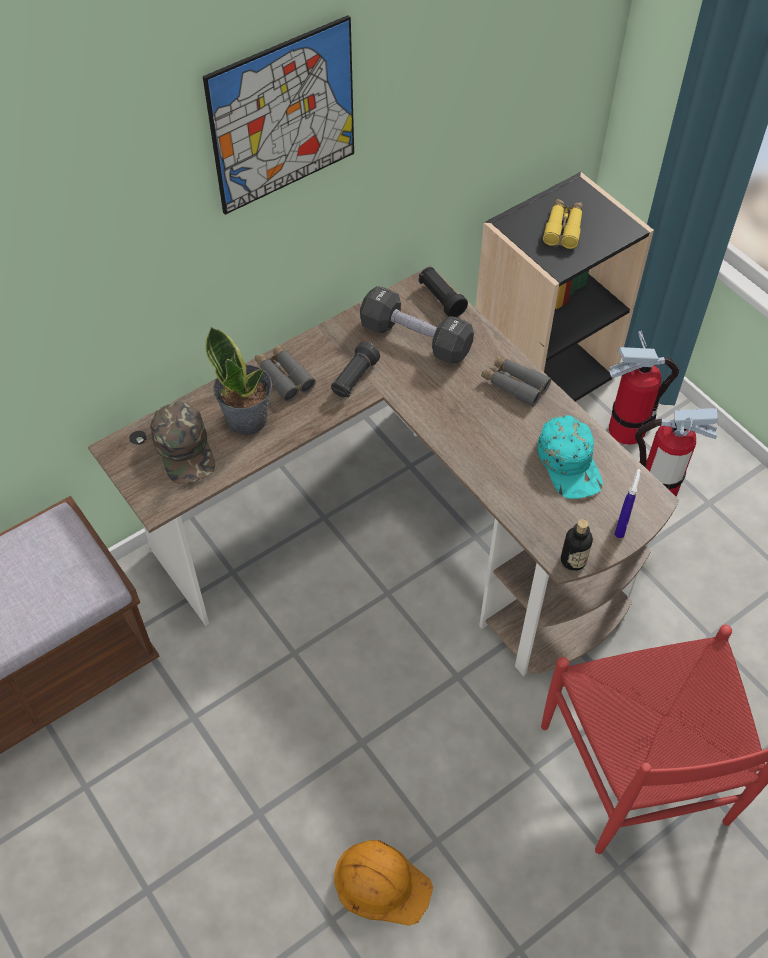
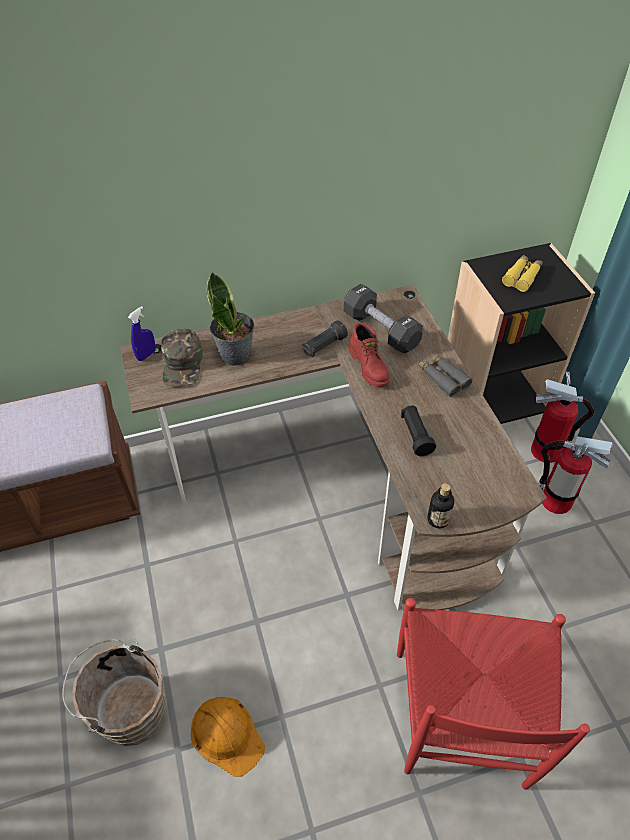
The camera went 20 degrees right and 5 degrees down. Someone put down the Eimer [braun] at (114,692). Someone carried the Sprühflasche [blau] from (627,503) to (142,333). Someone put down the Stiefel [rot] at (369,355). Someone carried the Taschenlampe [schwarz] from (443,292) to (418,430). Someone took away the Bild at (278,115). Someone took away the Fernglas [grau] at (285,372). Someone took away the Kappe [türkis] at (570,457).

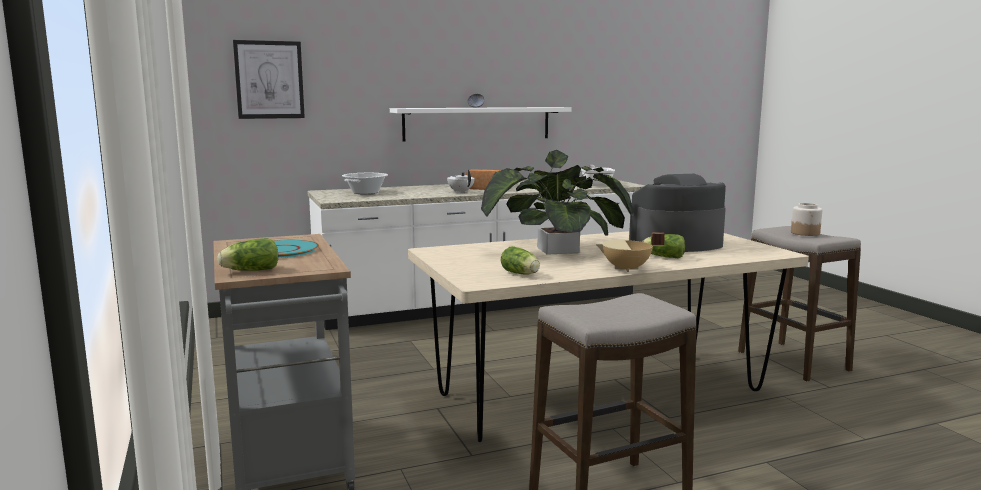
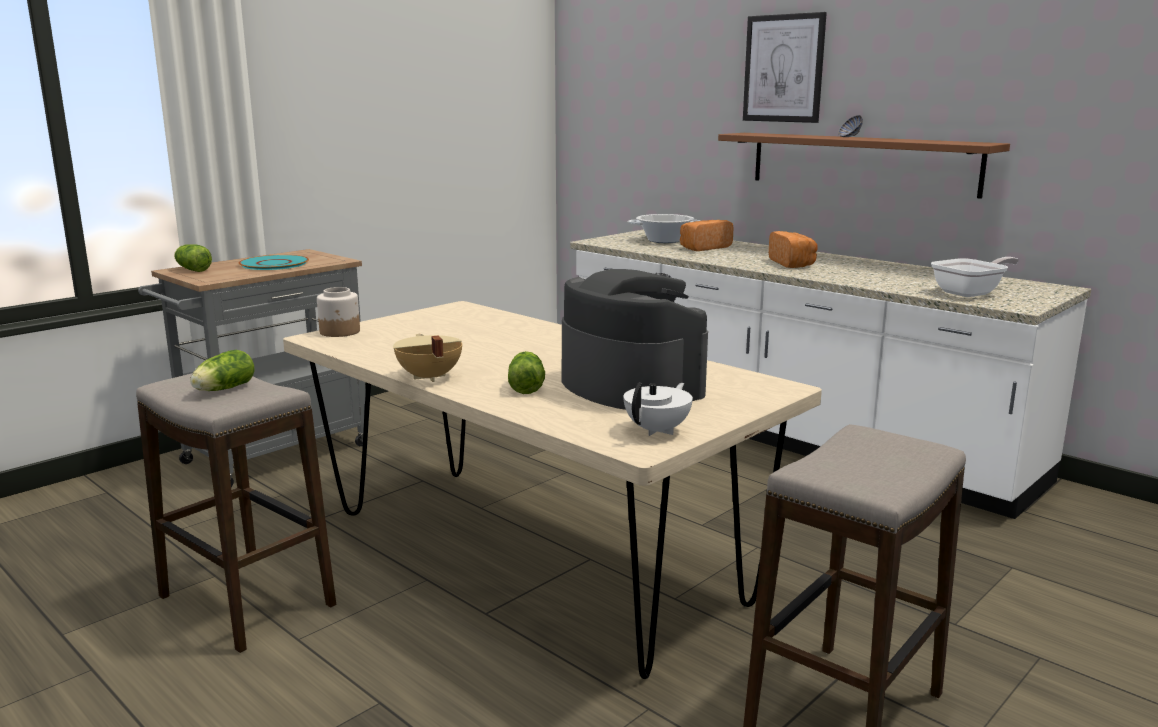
The camera went 65 degrees right and 5 degrees up. Someone carried the Salatkopf from (520,260) to (222,370). Someone carried the Vorratsglas from (806,219) to (338,312). Someone carried the Teekanne [weiß] from (461,181) to (658,409). Someone put down the Brot at (706,235). Someone repainted the Wandregal [weiß] at (481,124), which became the Wandregal [braun] at (864,166). Someone carried the Bild from (269,79) to (785,67). Someone took away the Topfpflanze at (557,202).

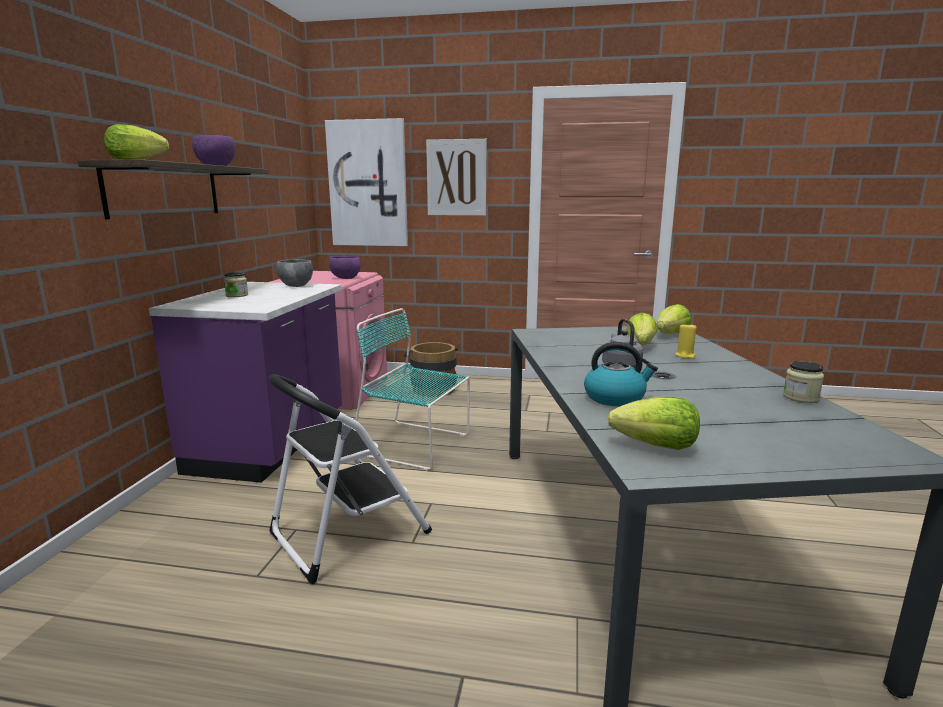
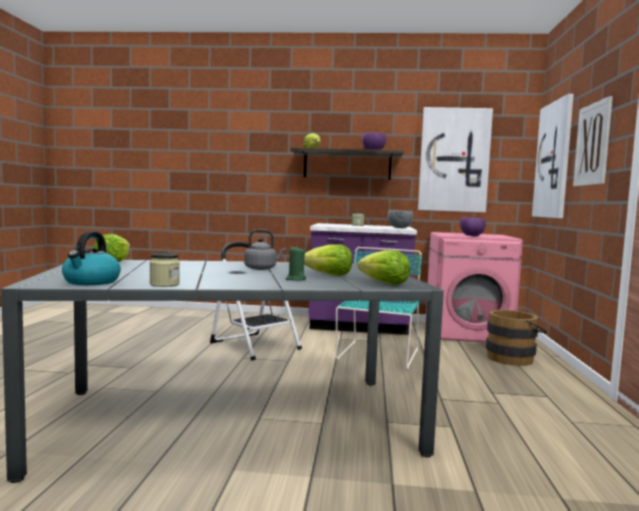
The camera went 85 degrees right and 10 degrees down. Someone carried the Wasserkessel from (621,374) to (91,258). Someone repainted the Kerze [gelb] at (685,341), which became the Kerze [grün] at (296,263). Someone put up the Bild at (455,159).

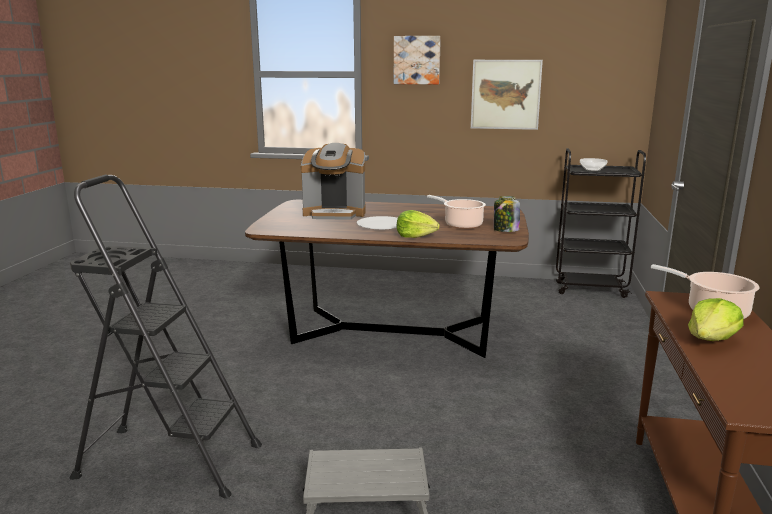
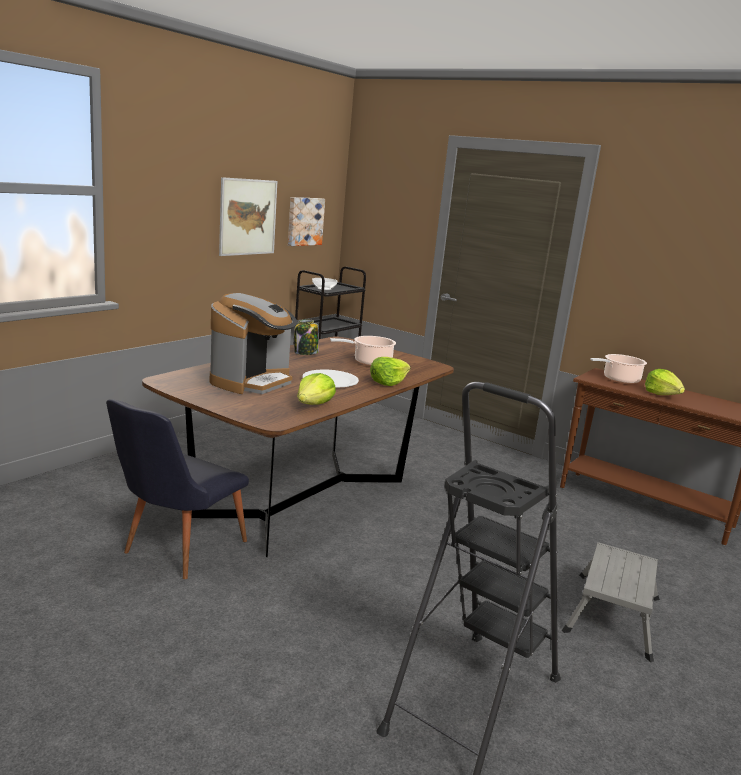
The camera went 65 degrees left and 0 degrees up. Someone put down the Stuhl [schwarz] at (177,489). Someone carried the Bild from (417,60) to (306,221). Someone carried the Vorratsglas from (507,214) to (306,337). Someone put down the Salatkopf at (316,389).

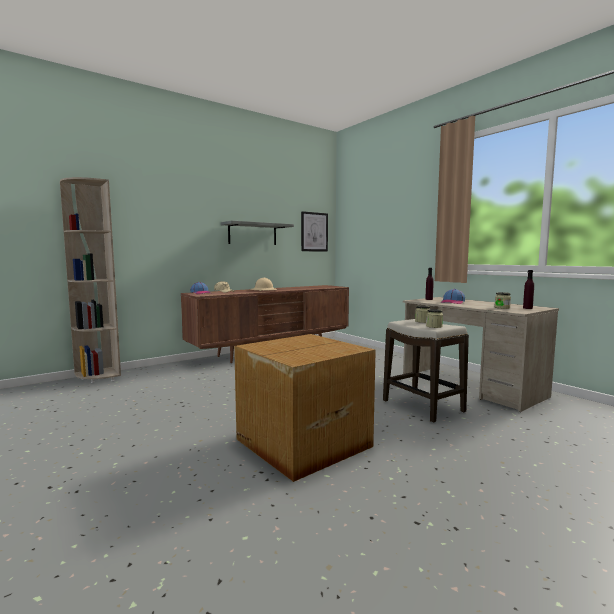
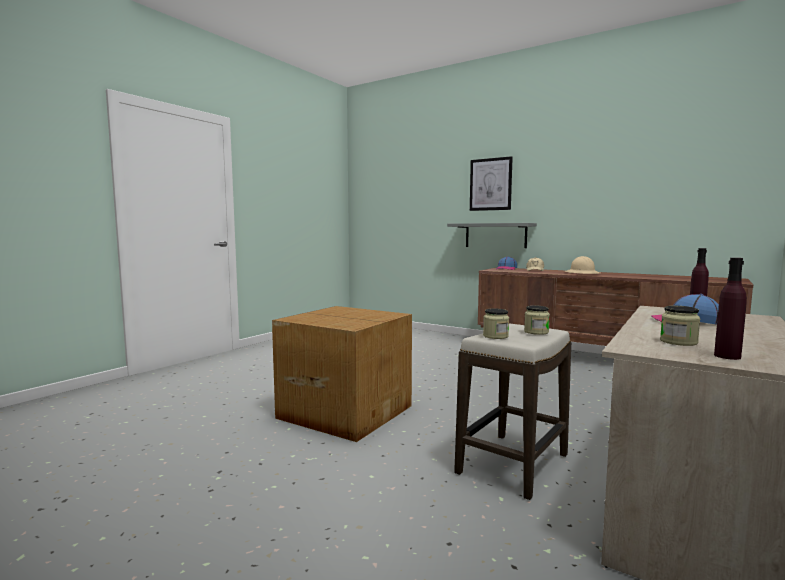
The camera went 70 degrees right and 0 degrees up. Someone carried the Wandregal [grau] from (257,233) to (492,235). Someone carried the Bild from (314,231) to (491,183). Someone took away the Bücherregal [beige] at (90,280).

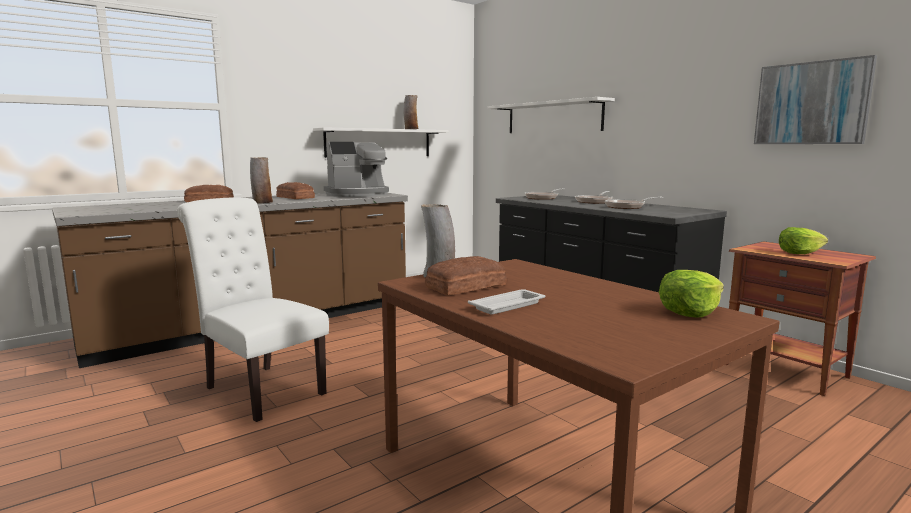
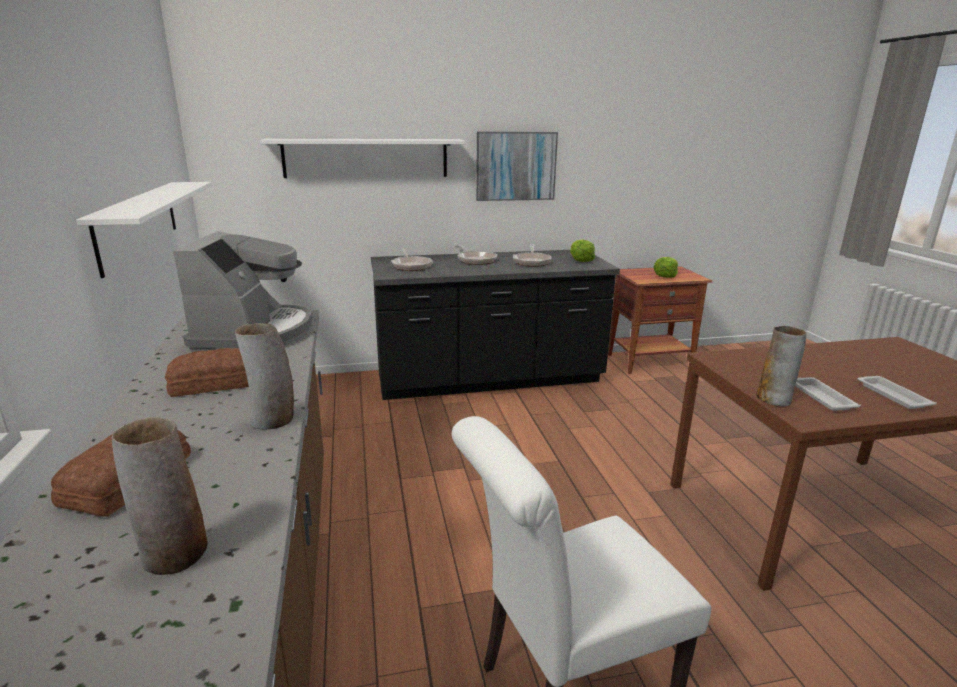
The camera went 65 degrees left and 10 degrees up. Someone carried the Vase from (411,112) to (160,496). Someone carried the Bild from (815,99) to (517,166). Someone carried the Salatkopf from (691,294) to (582,251). Someone swapped the Brot at (466,275) for the Tablett [weiß] at (828,394).

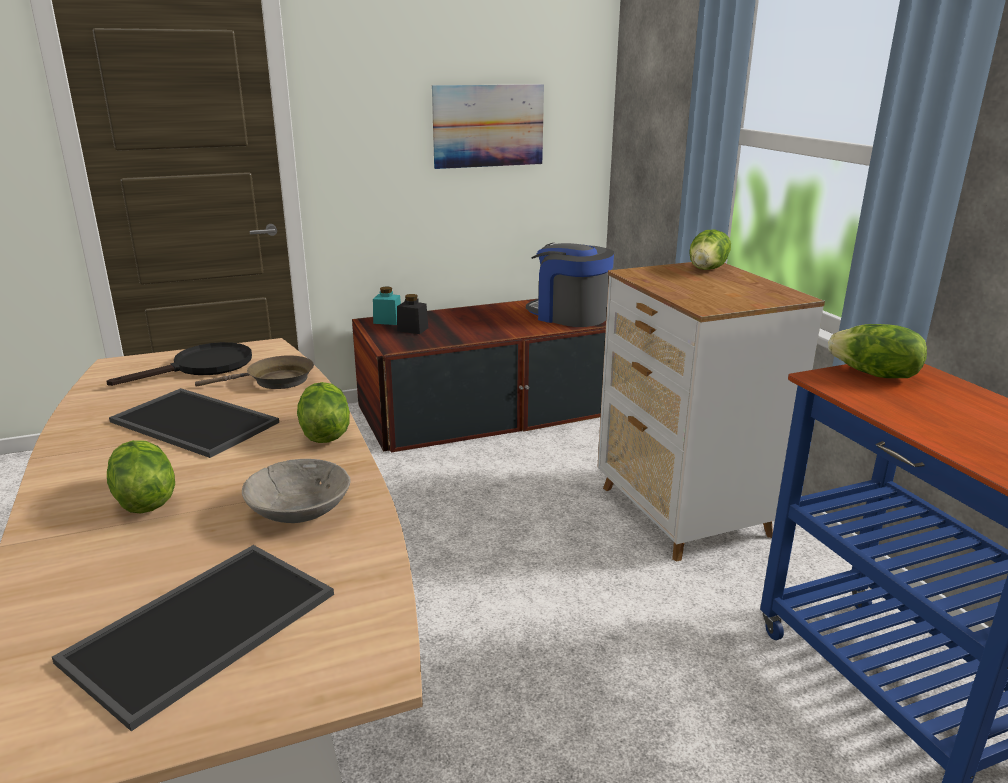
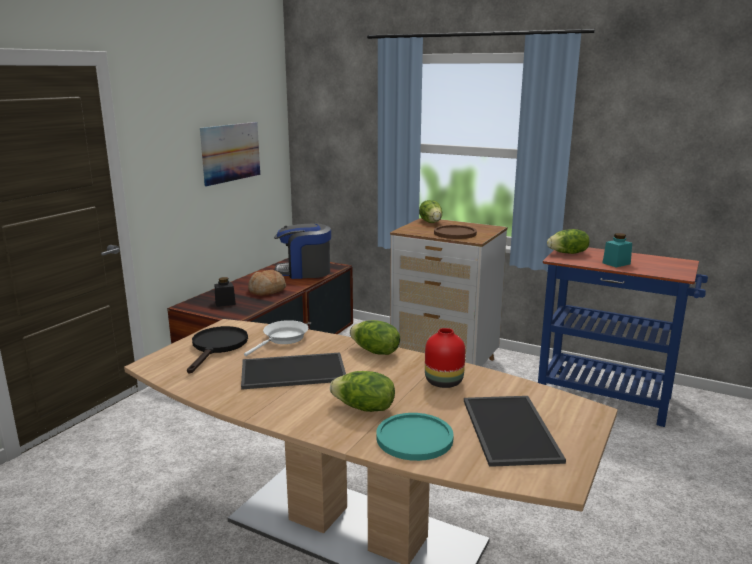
The camera went 40 degrees left and 5 degrees down. Someone repainted the Pfanne [braun] at (254,372), which became the Pfanne [weiß] at (276,338). Someone put down the Brot at (267,283). Someone put down the Teller [türkis] at (415,437). Someone swapped the Schüssel [grau] at (296,491) for the Vase [rot] at (445,358). Someone put down the Teller [braun] at (455,232). Someone carried the Vorratsglas [türkis] from (387,305) to (617,250).

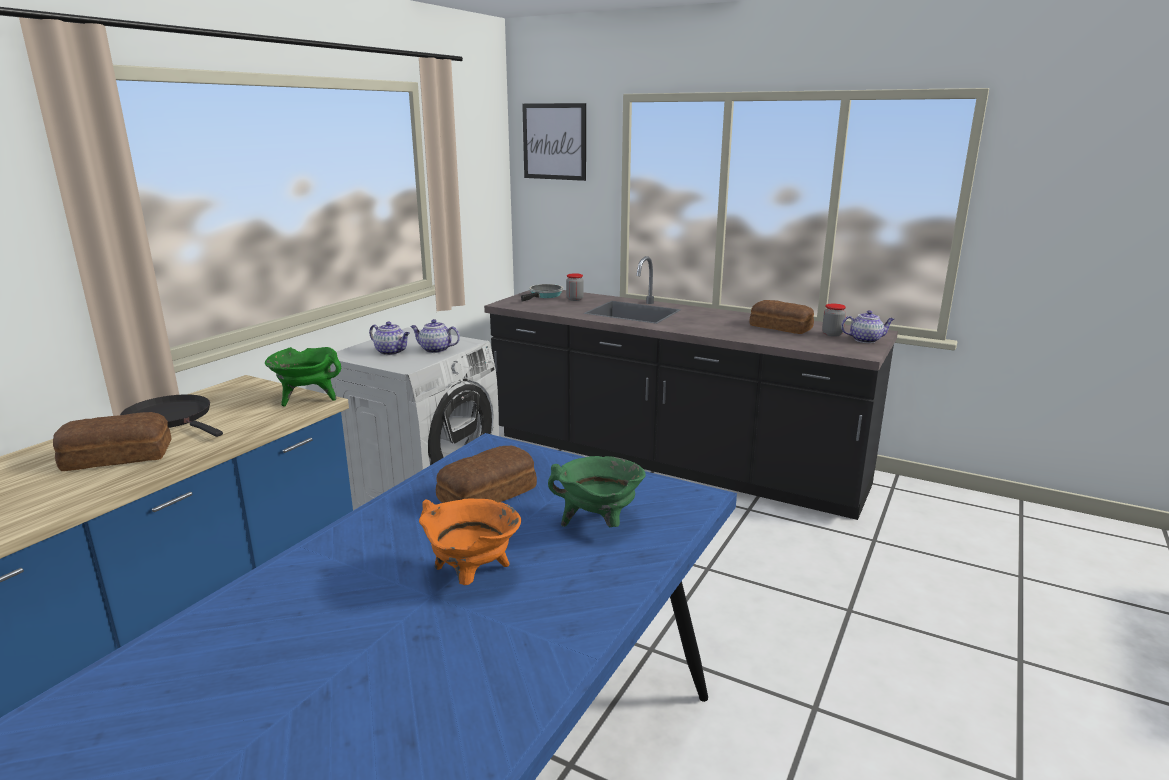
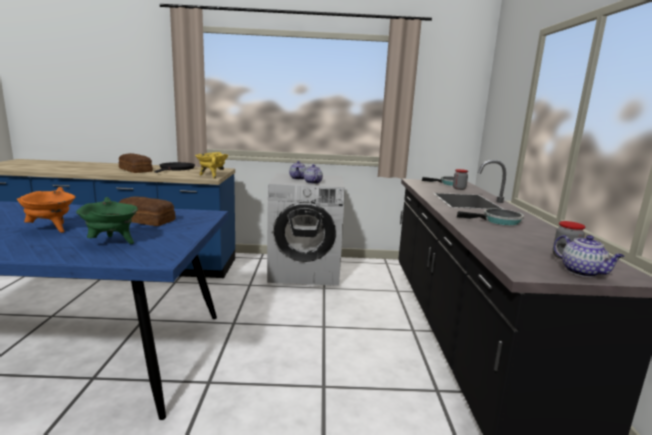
The camera went 60 degrees right and 5 degrees down. Someone repainted the Kochtopf [grün] at (303,377), which became the Kochtopf [gelb] at (212,165). Someone put down the Pfanne at (490,217). Someone took away the Bild at (554,142). Someone took away the Brot at (781,317).

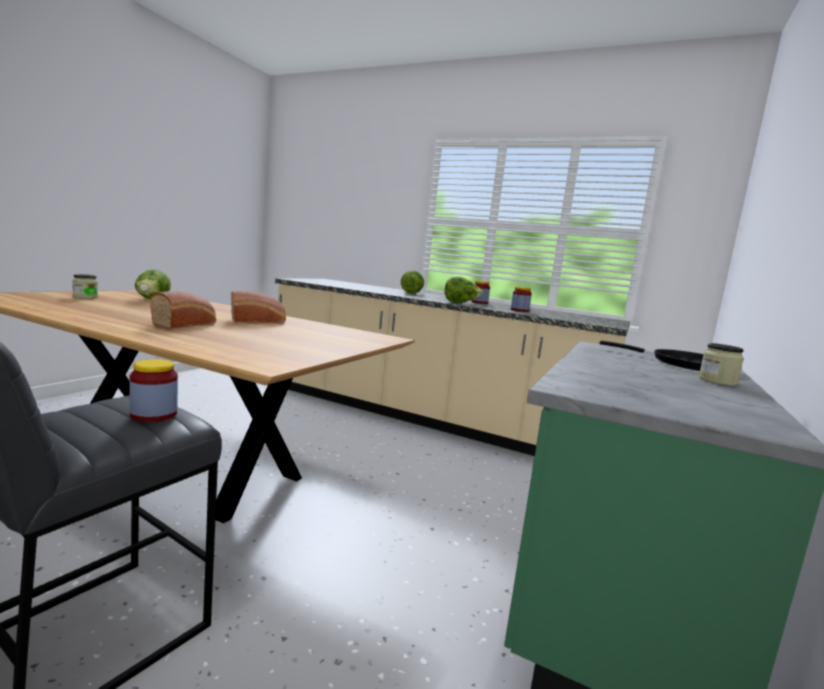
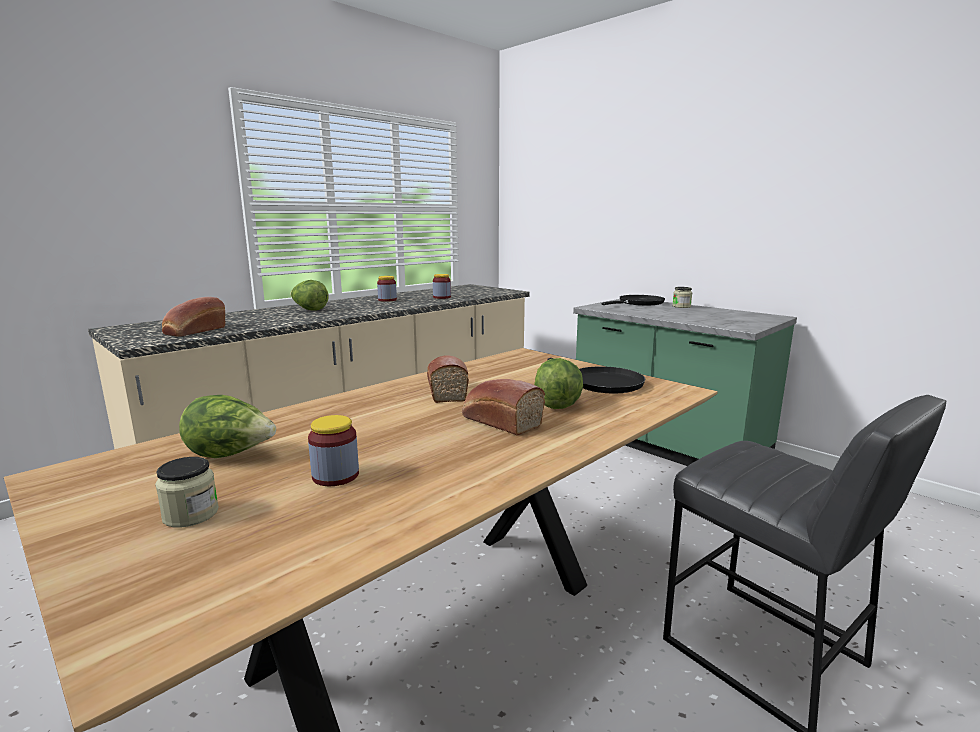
The camera went 70 degrees left and 5 degrees up. Someone put down the Brot at (193,317). Someone carried the Vorratsglas from (153,390) to (333,450). Someone carried the Salatkopf from (464,290) to (558,383). Someone put down the Pfanne [schwarz] at (596,375).

